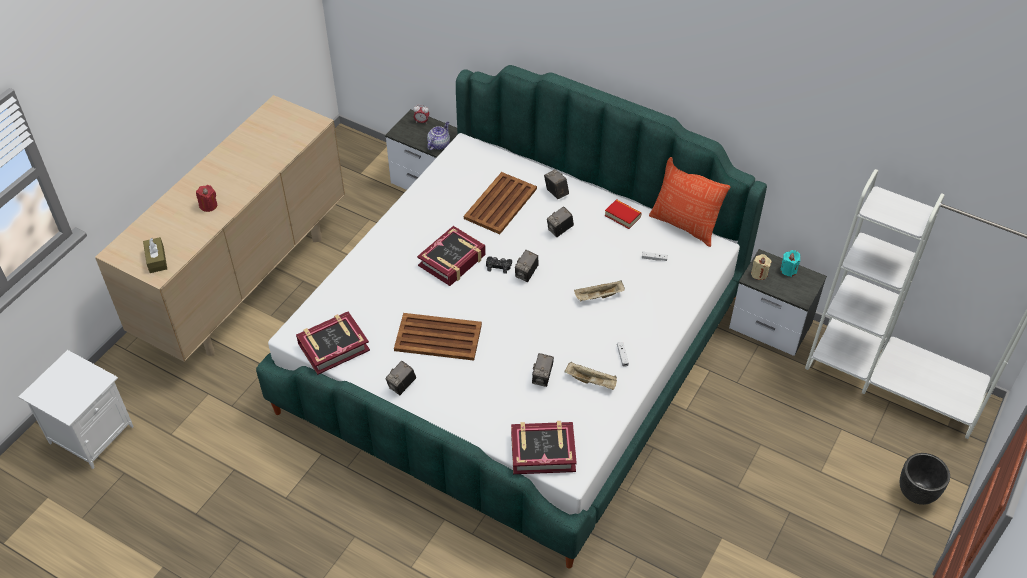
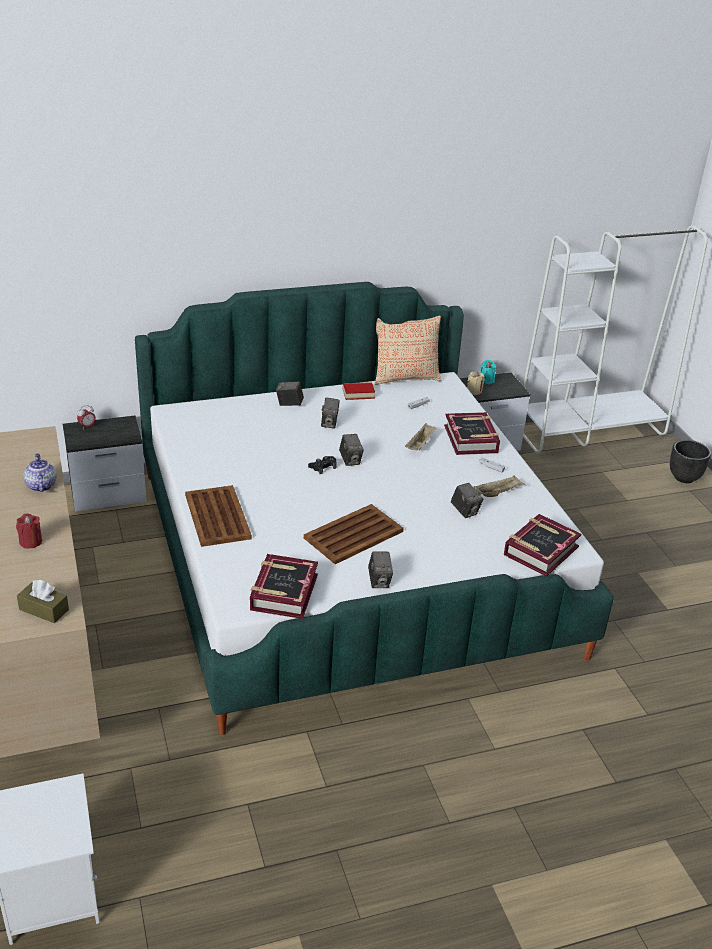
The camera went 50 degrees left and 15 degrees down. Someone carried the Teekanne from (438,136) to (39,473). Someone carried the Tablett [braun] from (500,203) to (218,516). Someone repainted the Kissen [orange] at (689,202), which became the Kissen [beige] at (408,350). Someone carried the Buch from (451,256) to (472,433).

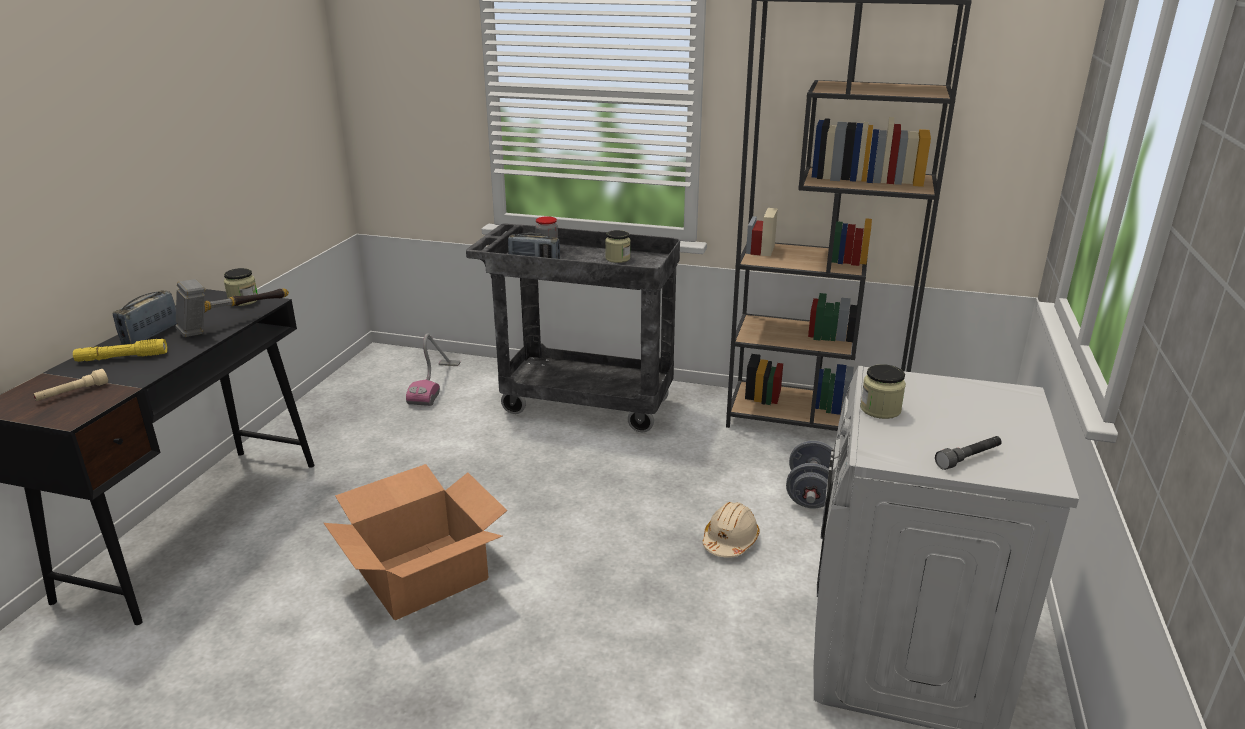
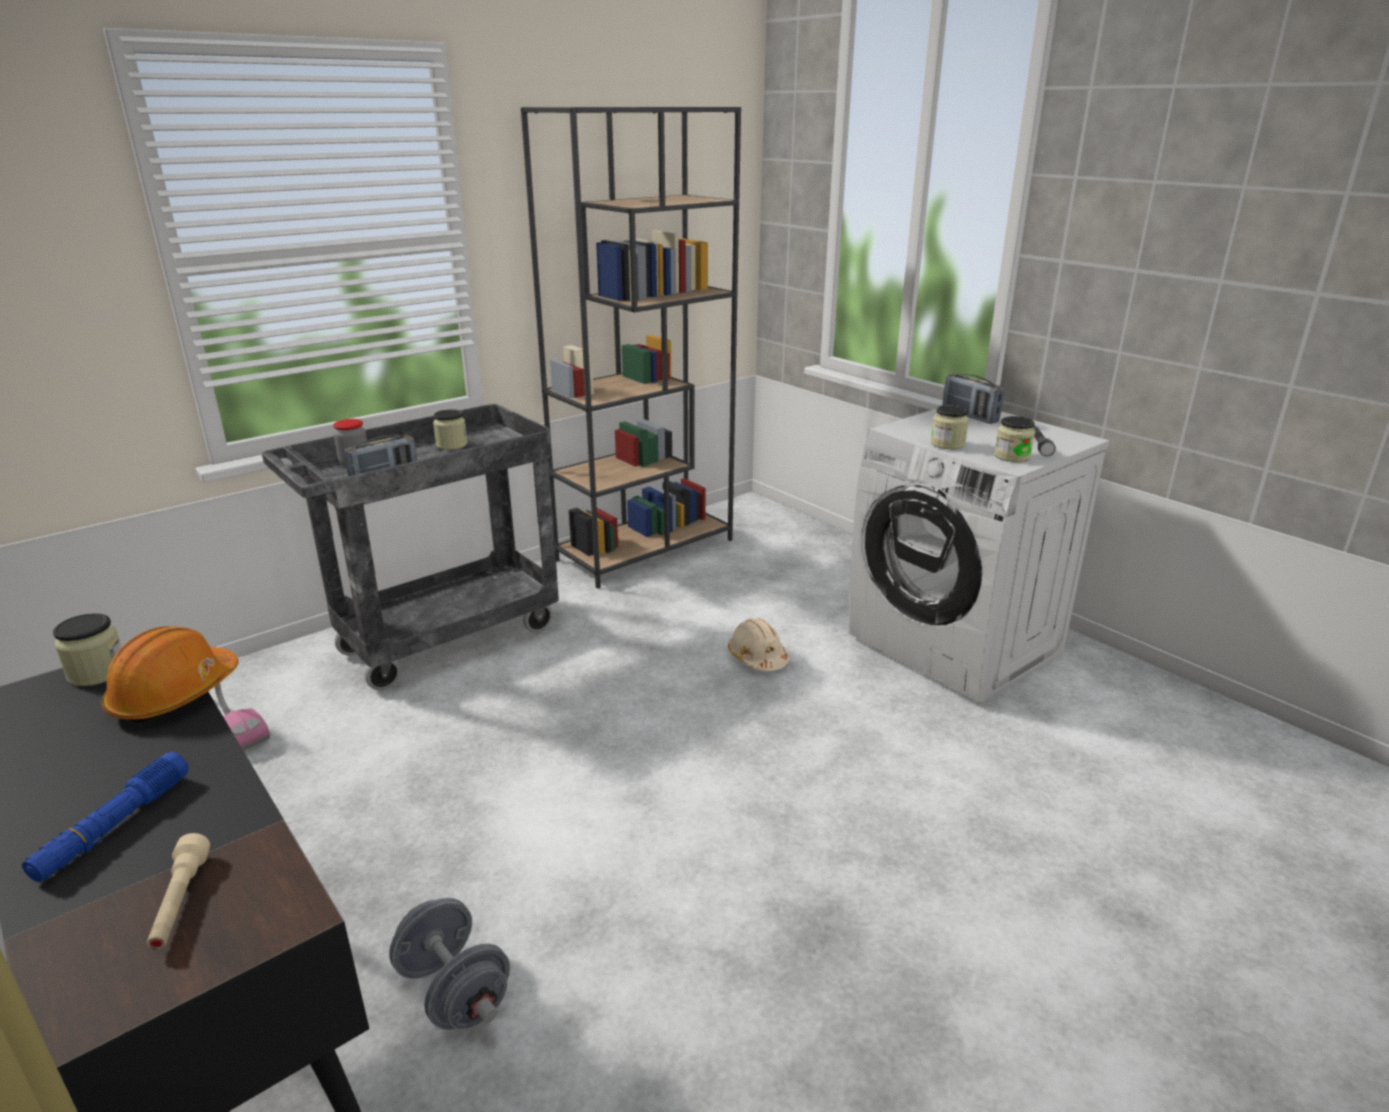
The camera went 55 degrees left and 0 degrees up. Someone repainted the Taschenlampe [gelb] at (120,350), which became the Taschenlampe [blau] at (105,817). Someone swapped the Hammer at (232,308) for the Schutzhelm [orange] at (170,675). Someone carried the Hantel [grau] from (809,474) to (449,964). Someone carried the Radio from (145,317) to (973,399). Someone put down the Vorratsglas at (1014,439). Someone took away the Karton at (415,542).

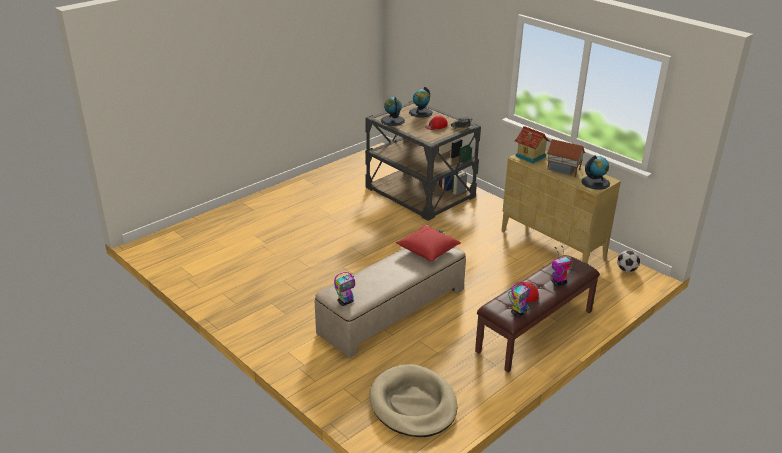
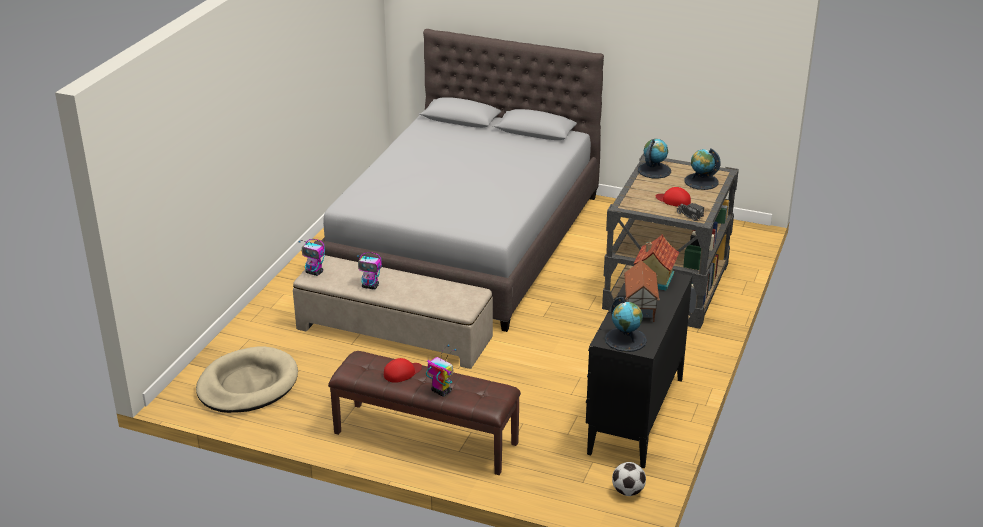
The camera went 65 degrees right and 0 degrees up. Someone put down the Bett [grau] at (459,180). Someone carried the Spielzeugroboter from (521,299) to (369,271). Someone repainted the Kommode [beige] at (561,207), which became the Kommode [schwarz] at (639,370). Someone took away the Kissen [rot] at (428,243).

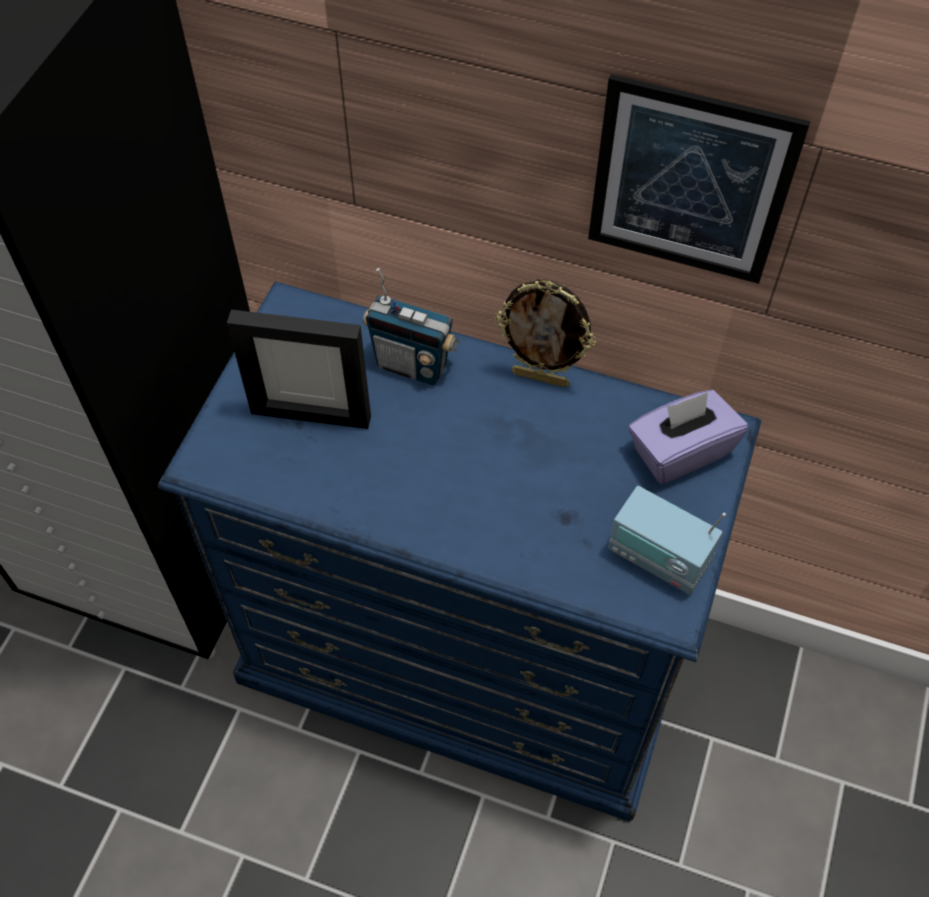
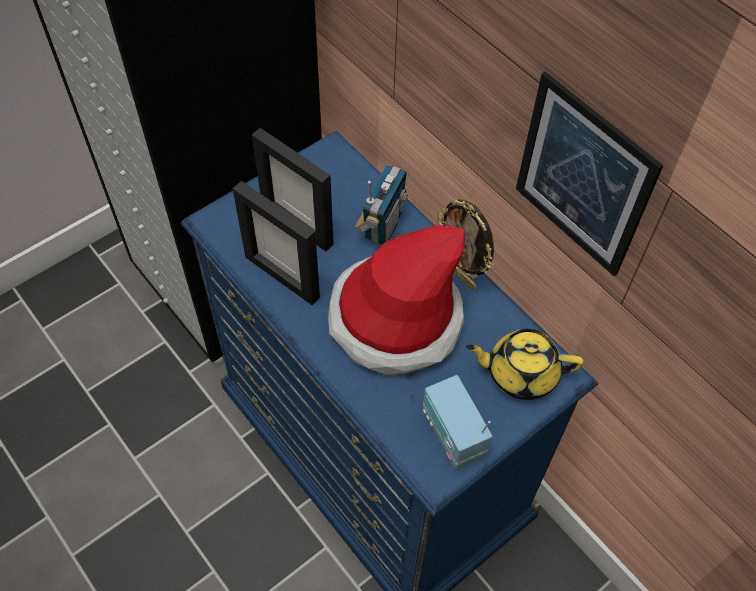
The camera went 30 degrees right and 0 degrees up. Someone put down the Bilderrahmen at (276,243). Someone put down the Hut at (396,300). Someone rotated the Radio at (411,326) by 120 degrees counterclockwise. Someone swapped the Taschentuchbox [lila] at (688,437) for the Teekanne [gelb] at (525,364).

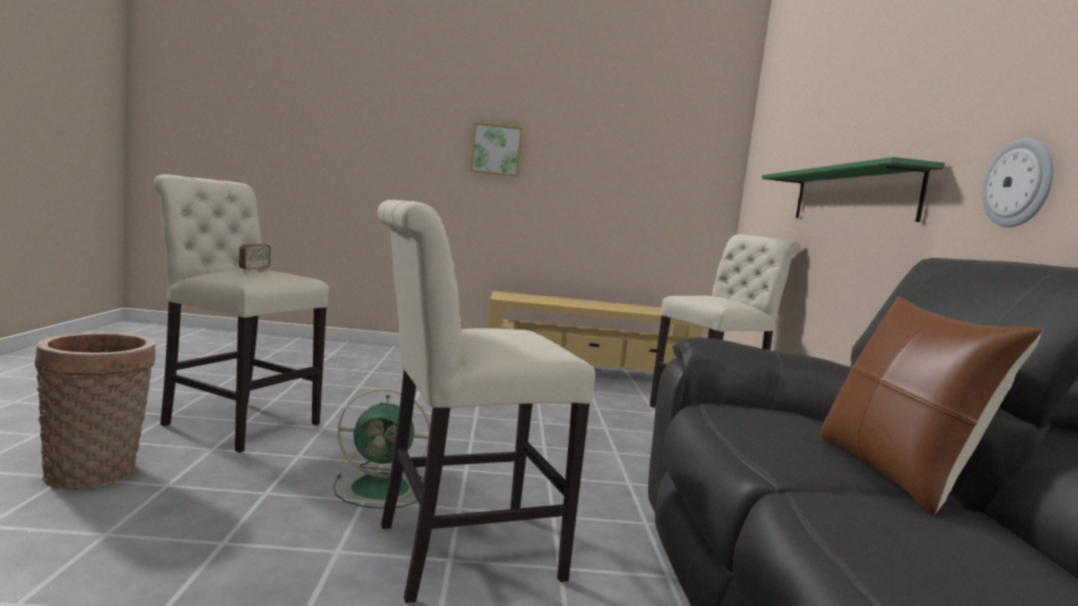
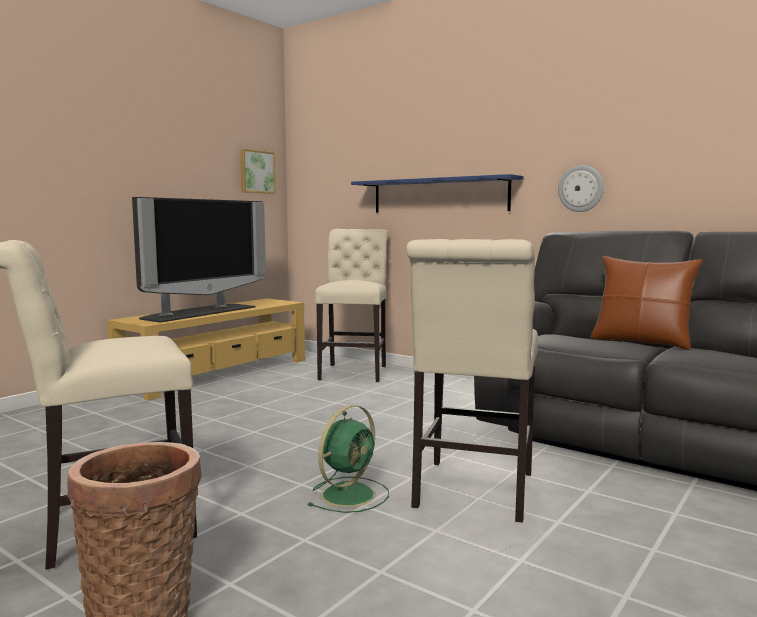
The camera went 50 degrees left and 0 degrees up. Someone put down the Fernseher at (199,259). Someone carried the Bild from (497,150) to (258,171). Someone repainted the Wandregal [grün] at (853,189), which became the Wandregal [blau] at (437,193). Someone took away the Radio at (255,248).

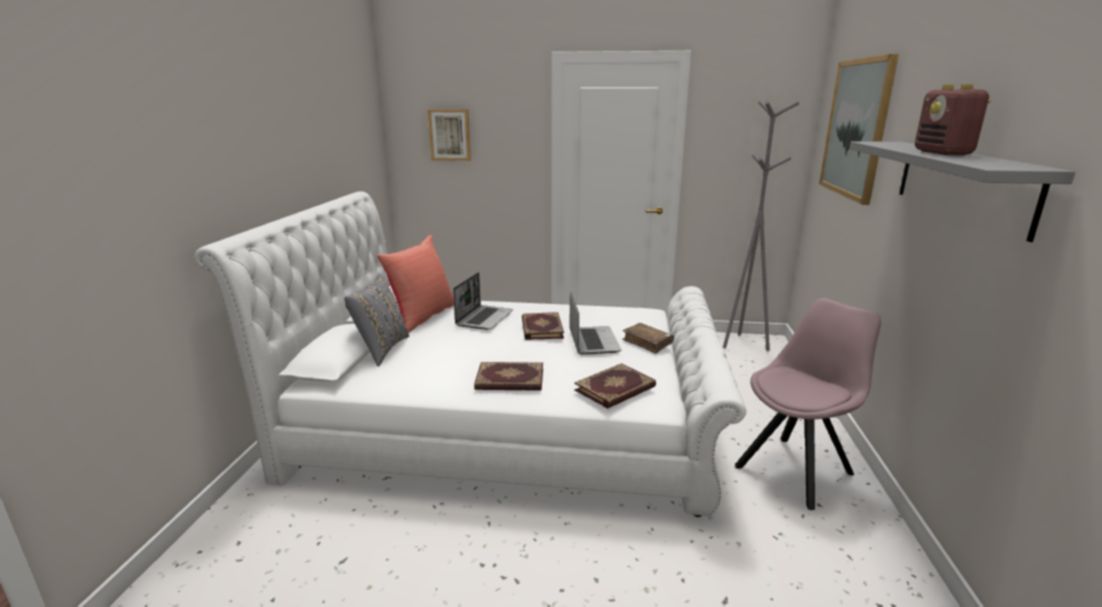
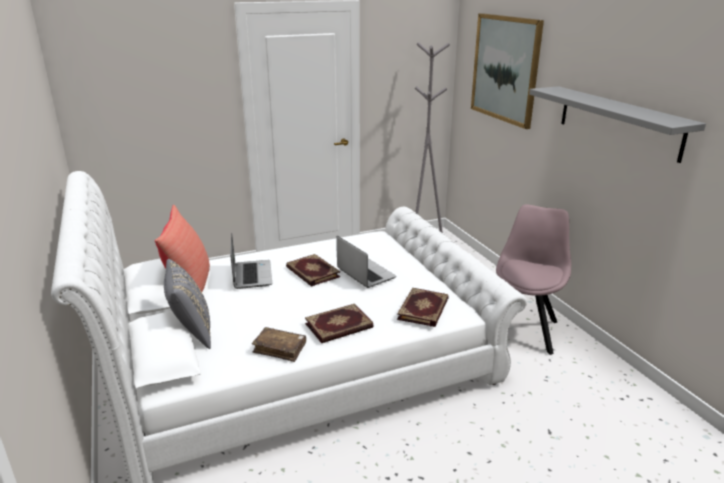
The camera went 30 degrees left and 5 degrees up. Someone carried the Buch [braun] from (648,338) to (279,344). Someone took away the Bild at (449,135). Someone took away the Radio at (953,119).

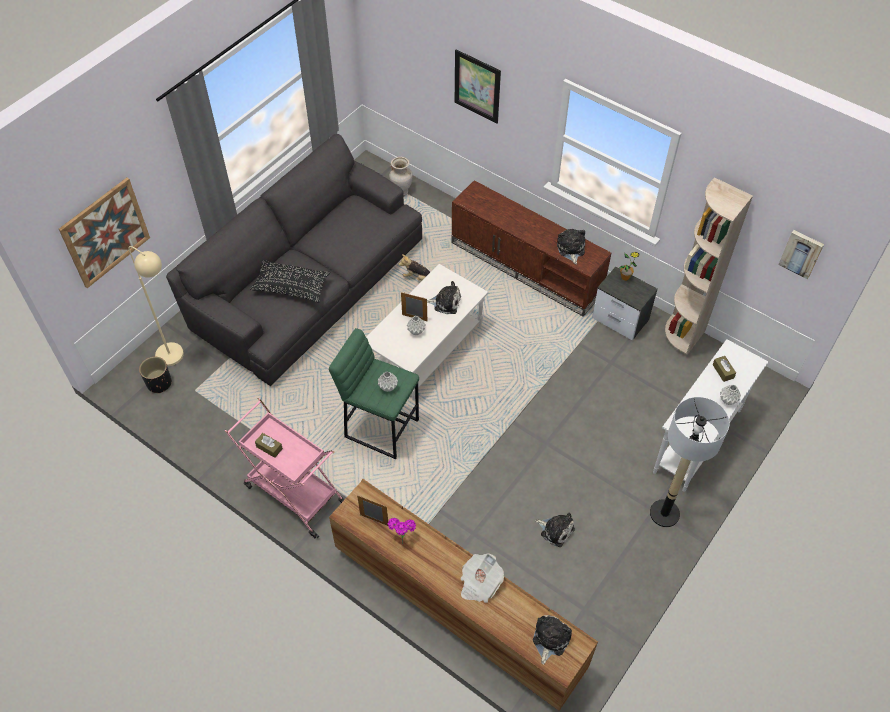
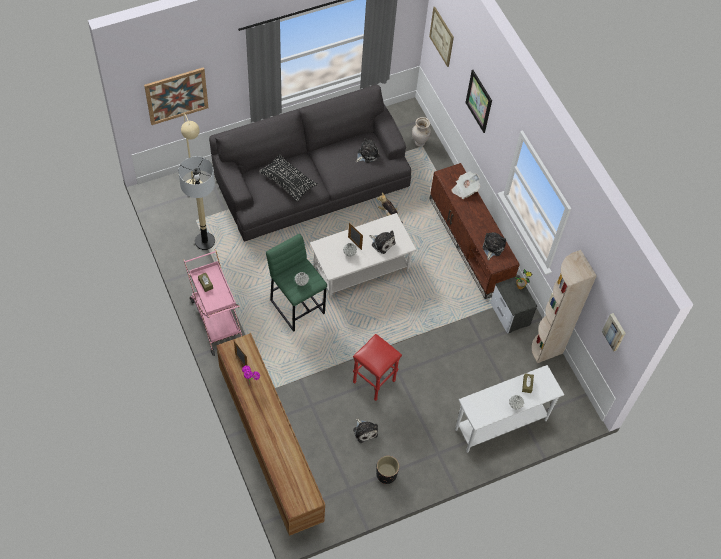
The camera went 25 degrees right and 5 degrees up. Someone carried the Stehlampe from (690,462) to (196,203). Someone put down the Hocker [rot] at (377,367). Someone carried the Plüschtier from (552,640) to (368,150). Someone carried the Pflanzkübel [schwarz] from (155,375) to (387,470). Someone put up the Bild at (441,37). Someone carried the Zeitung from (482,578) to (466,185).

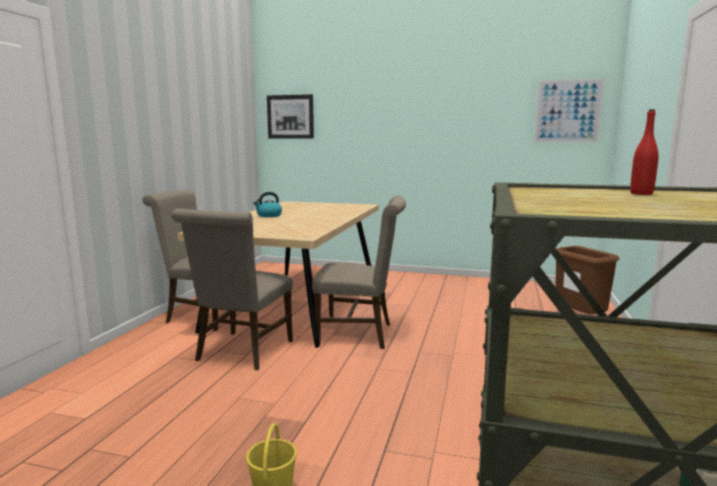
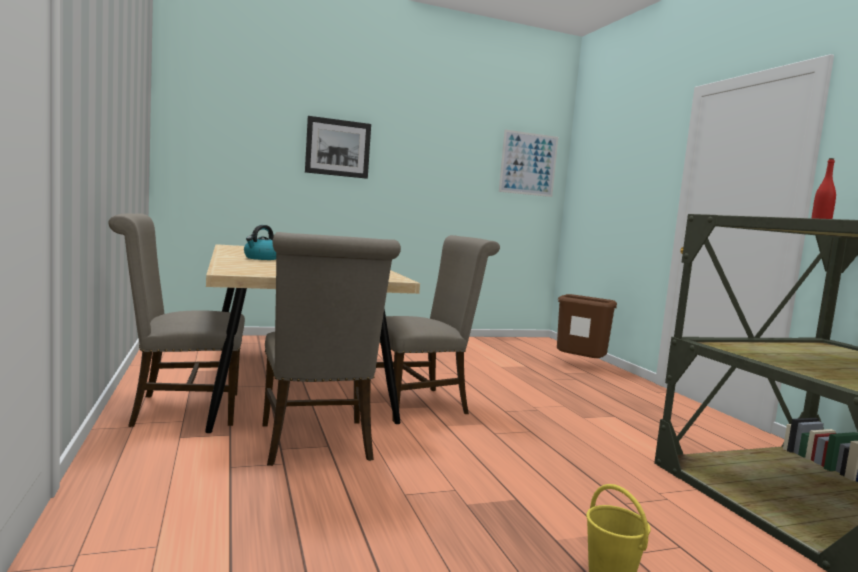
The camera went 35 degrees left and 5 degrees down. Someone carried the Bild from (290,116) to (338,147).

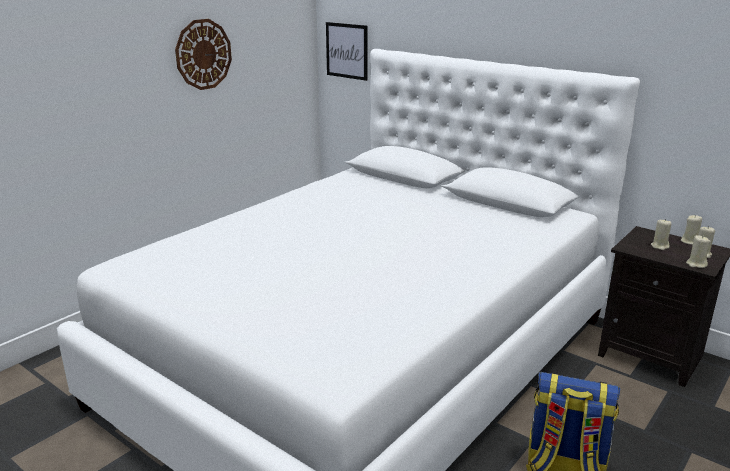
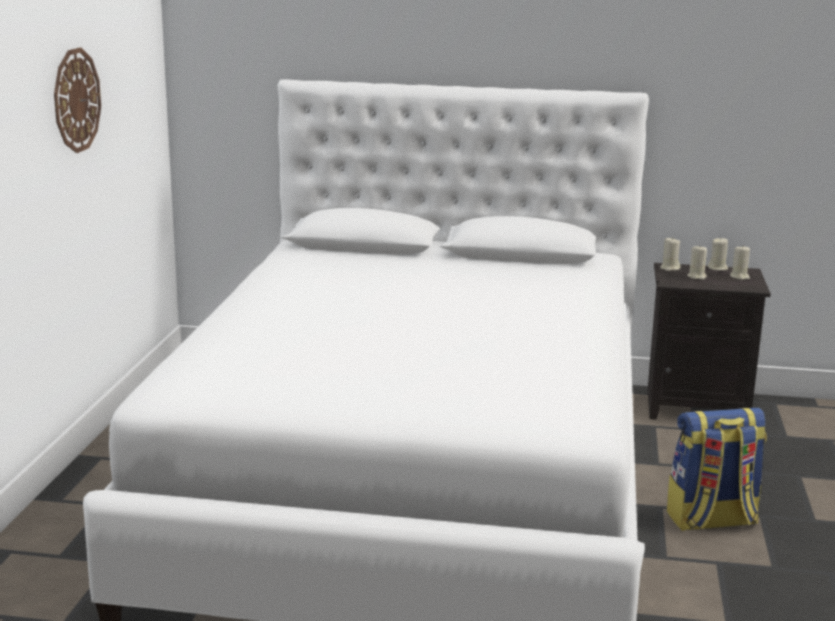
The camera went 30 degrees left and 5 degrees down. Someone carried the Kerze [beige] from (698,251) to (670,254). Someone took away the Bild at (347,51).

